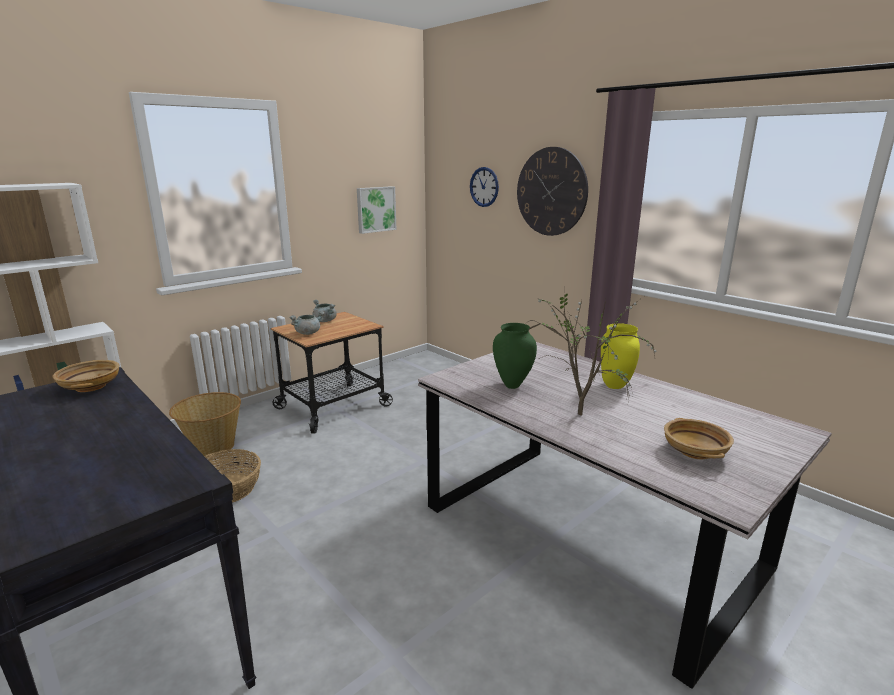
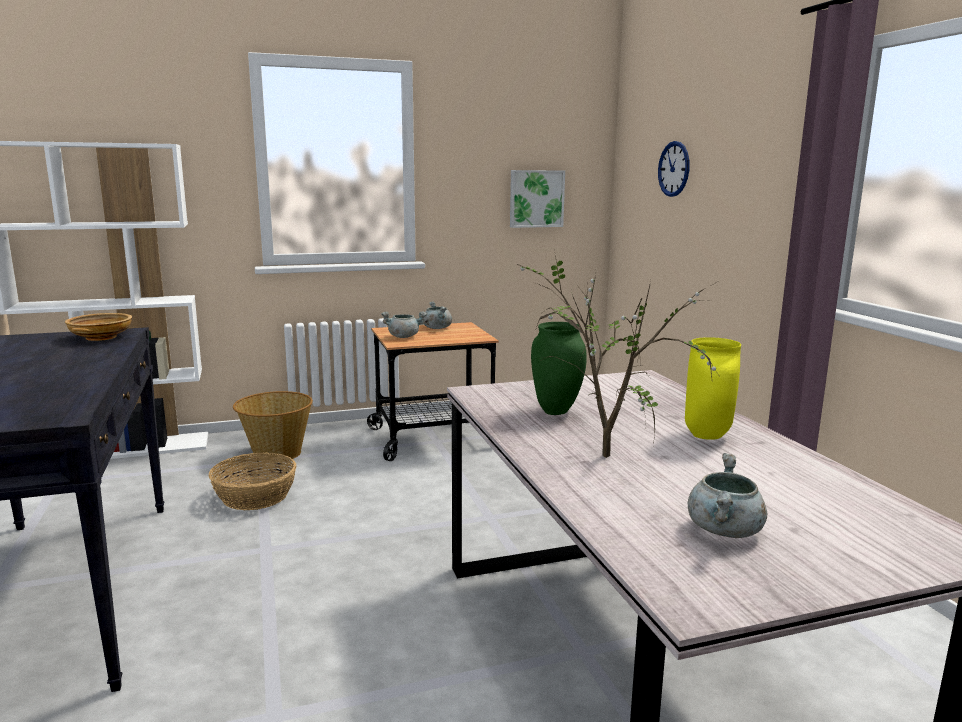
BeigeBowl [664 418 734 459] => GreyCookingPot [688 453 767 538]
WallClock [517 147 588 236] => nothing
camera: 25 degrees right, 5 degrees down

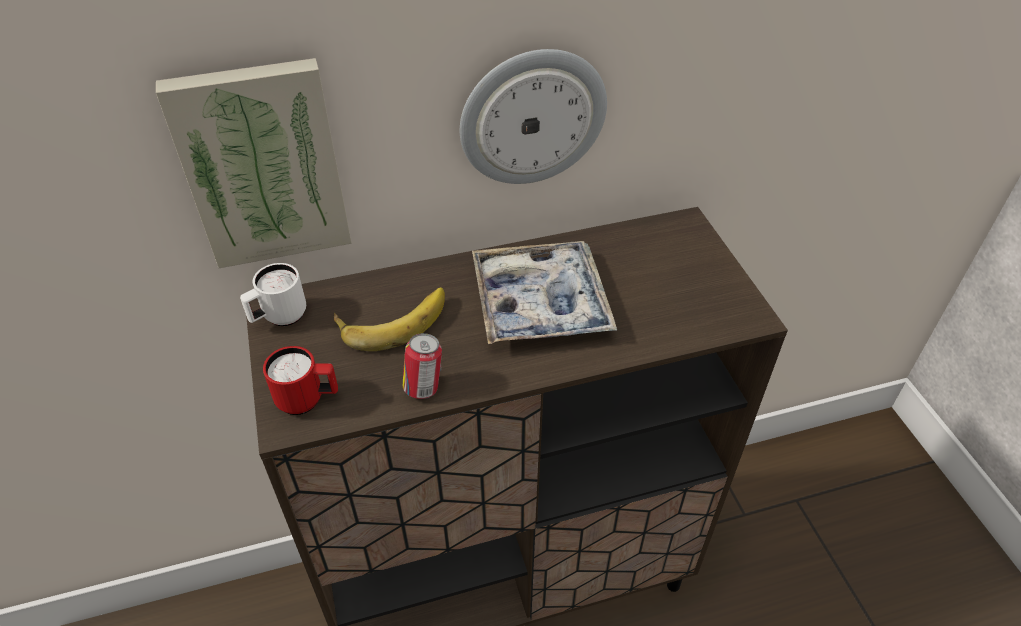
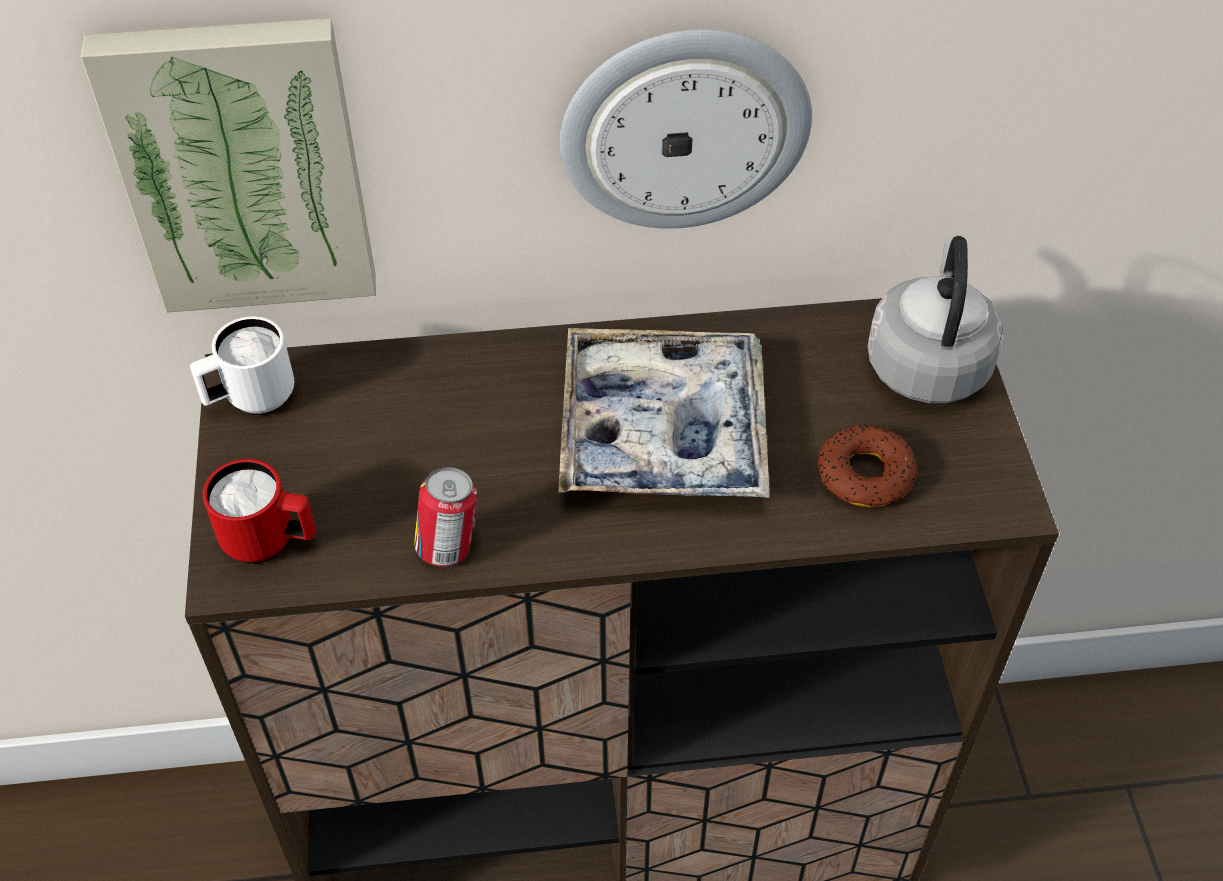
nothing => Donut [818 424 918 507]
nothing => GreyKettle [867 236 1003 403]
Banana [334 287 445 351] => nothing
camera: 10 degrees right, 5 degrees up

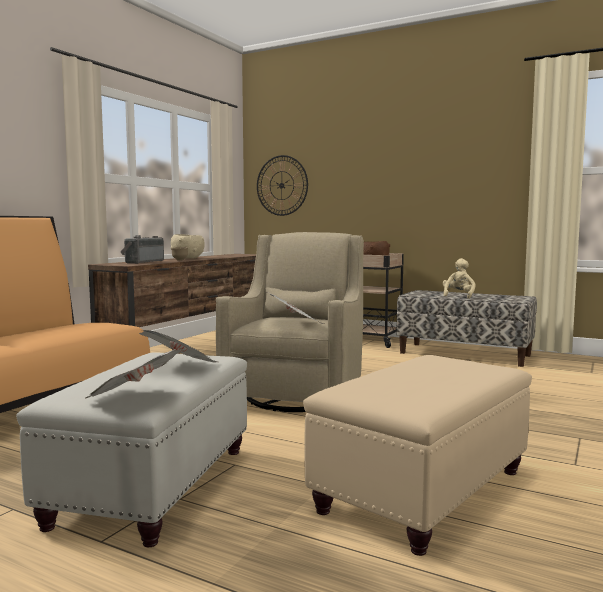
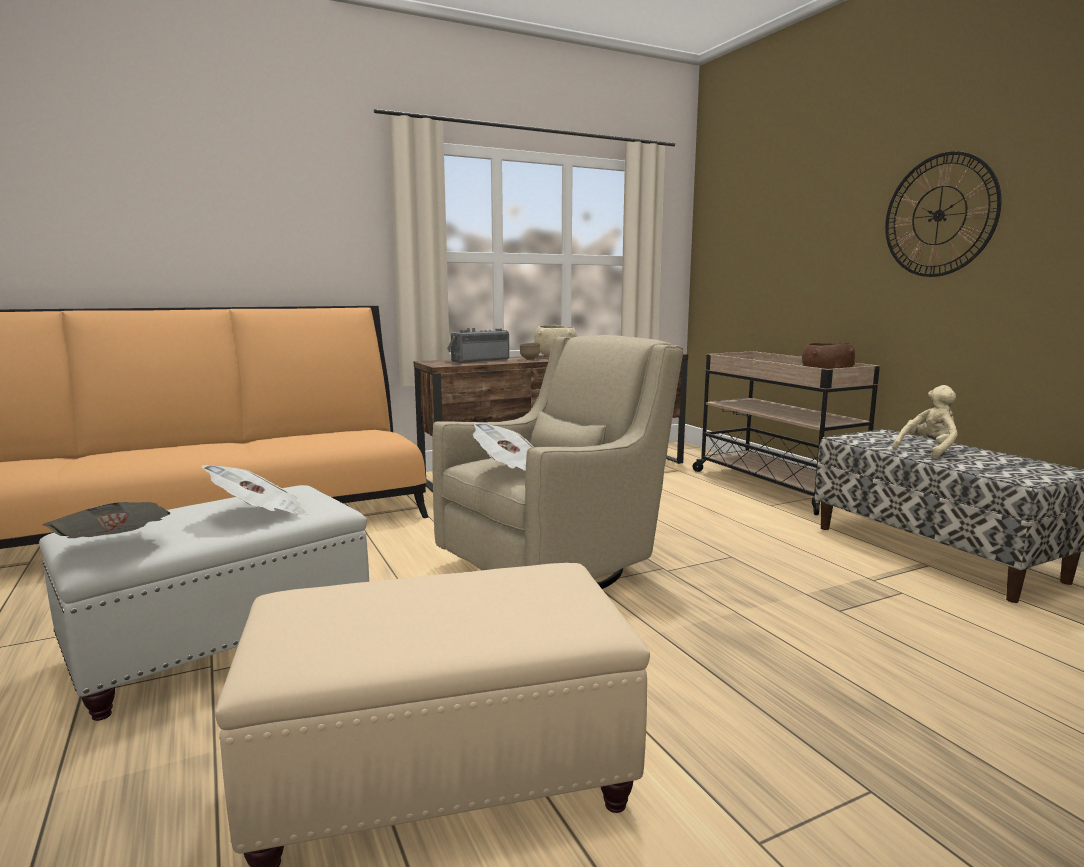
WallClock [257 155 308 216] => WallClock [885 151 1001 277], moved
camera: 35 degrees right, 5 degrees up

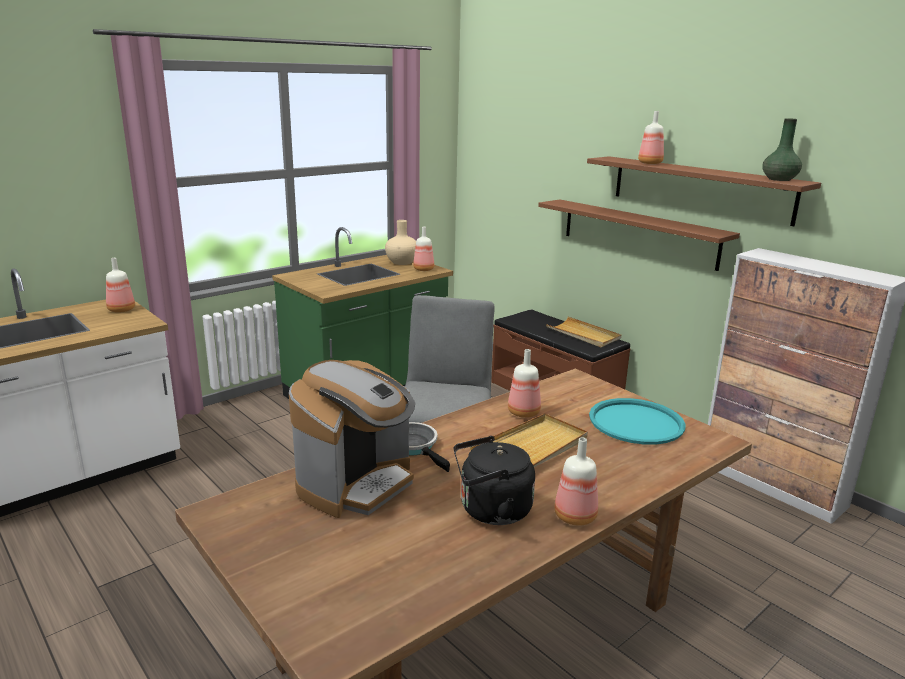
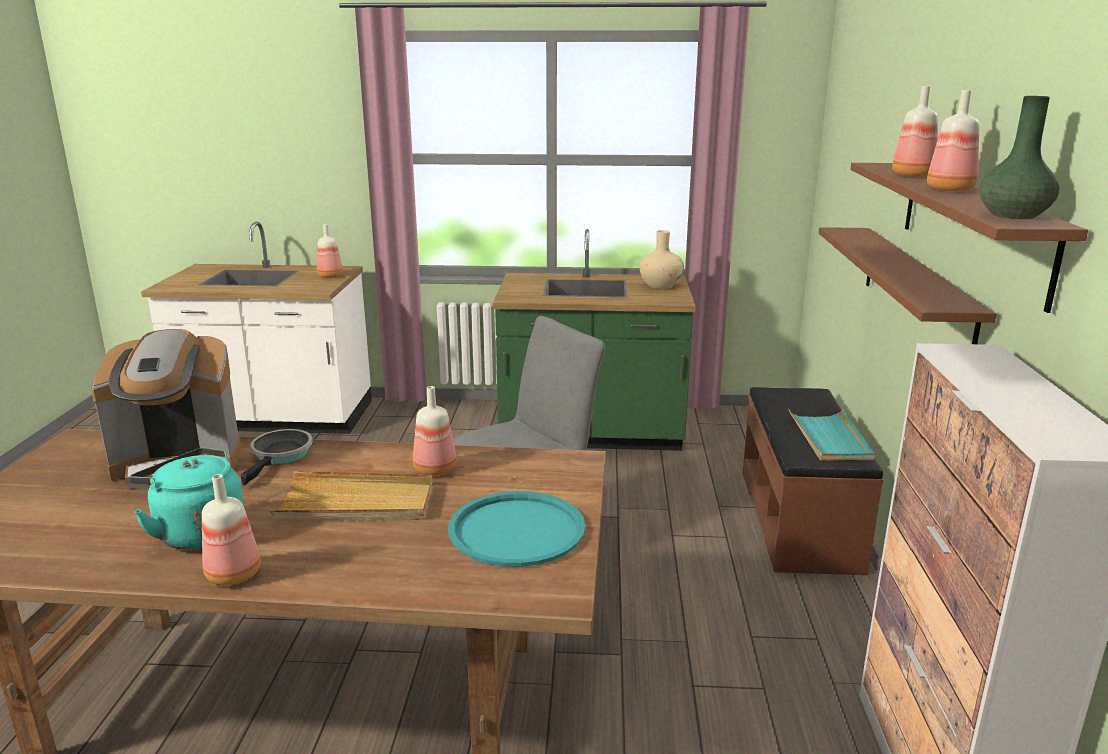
BlackKettle [454 436 535 525] => TurquoiseKettle [129 448 244 550]
BeigeTray [546 317 621 347] => TurquoiseTray [788 409 875 461]
Bottle [413 227 434 271] => Bottle [927 90 979 191], moved
camera: 45 degrees right, 0 degrees up

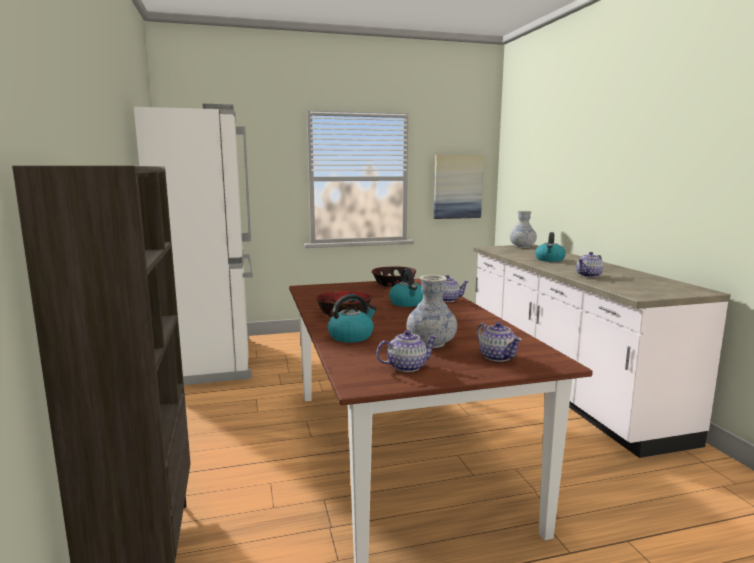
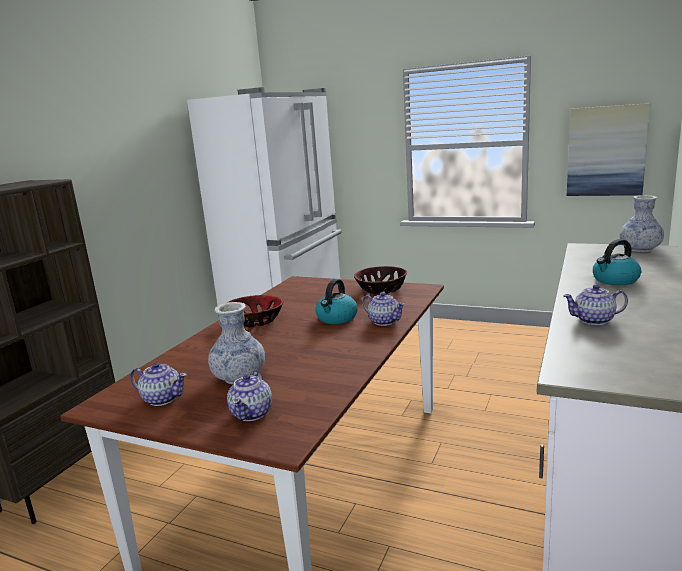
Kettle [328 294 377 343] => nothing
camera: 40 degrees right, 5 degrees up

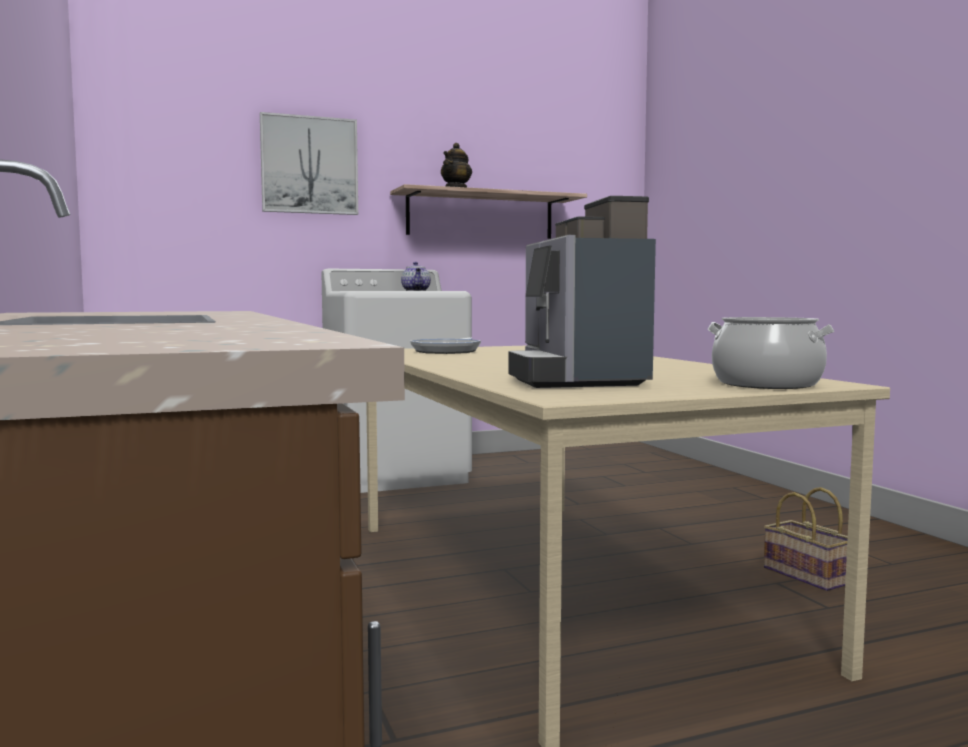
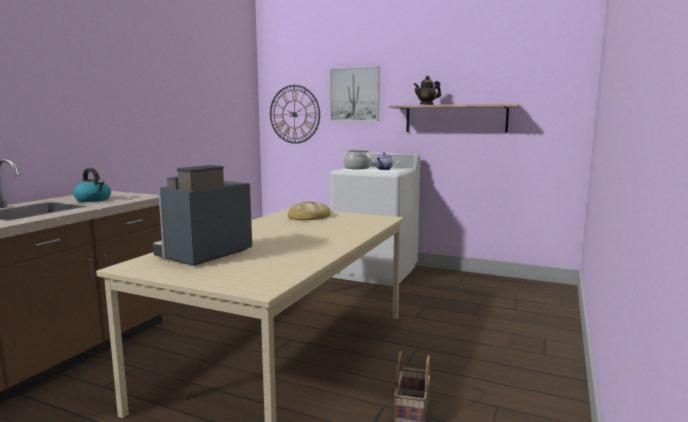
nothing => Kettle [73 168 111 202]
nothing => WallClock [270 85 320 144]
FryingPan [410 337 481 354] => Bread [287 201 331 220]
CookingPot [708 317 835 389] => CookingPot [343 150 372 169], moved
camera: 45 degrees right, 5 degrees up

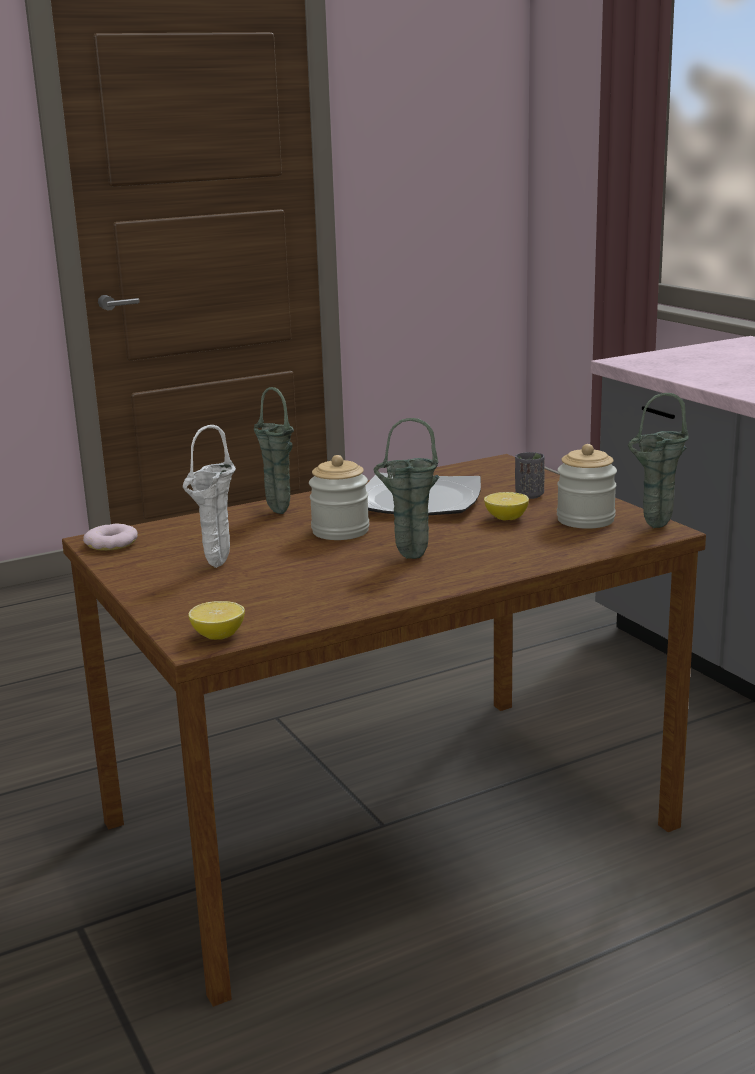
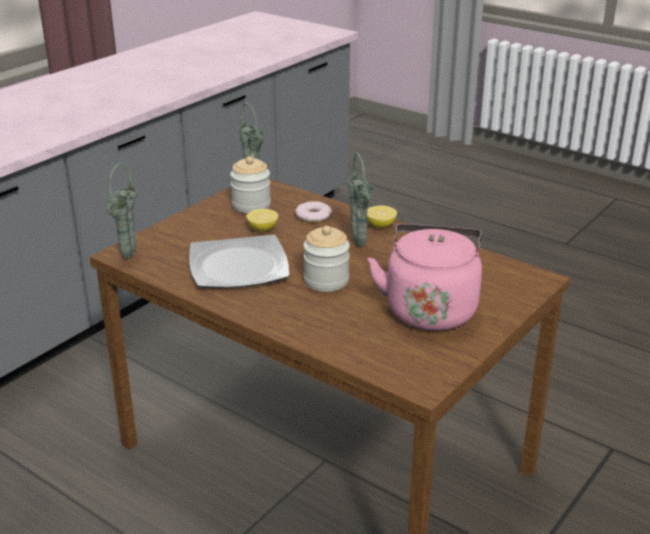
GreenVase [254 387 294 514] => GreenVase [106 163 138 259], moved
Donut [83 524 138 551] => Donut [295 201 332 222], moved
Lemon [188 601 245 640] => Lemon [367 206 397 228], moved
WhiteVase [183 425 236 568] => PinkKettle [368 224 482 331]
GreyCup [515 452 545 499] => nothing
camera: 115 degrees left, 10 degrees up

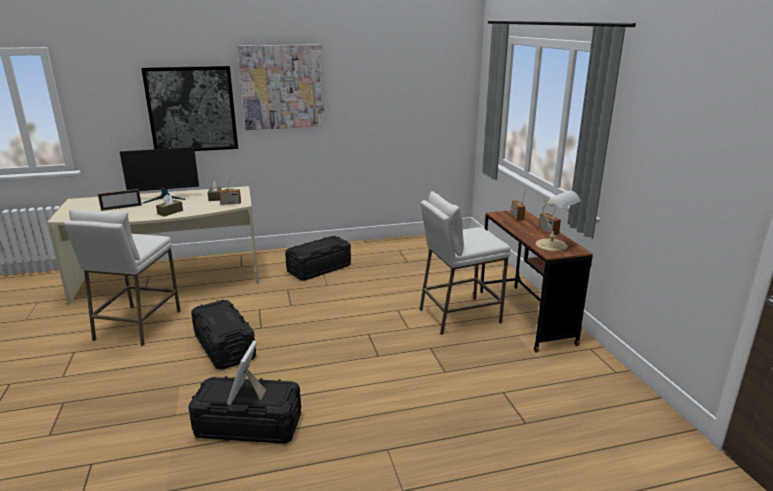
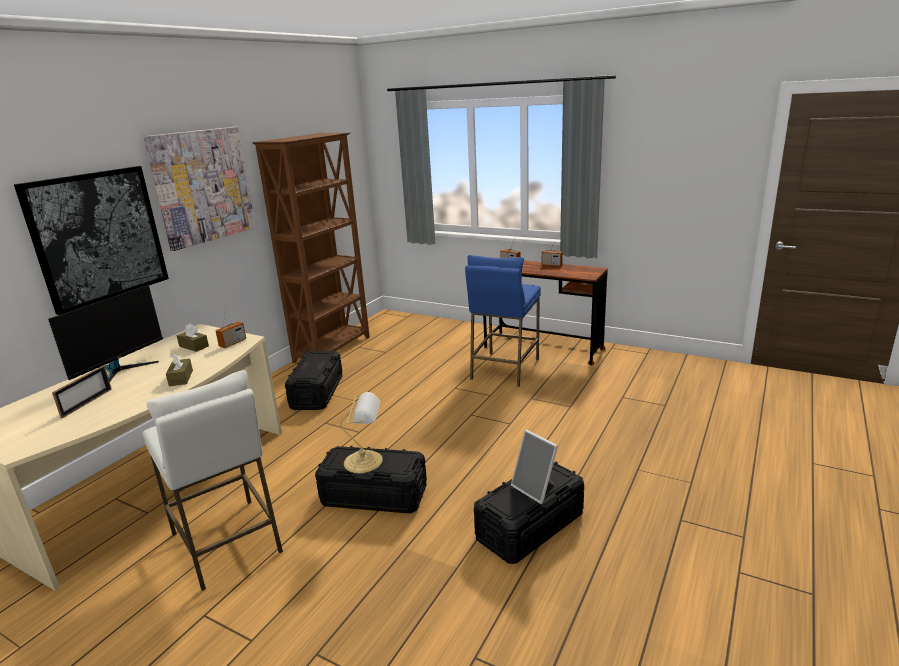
nothing => BrownBookcase [252 132 370 363]
TableLamp [535 191 581 251] => TableLamp [340 392 383 473], moved
WhiteStool [420 191 511 335] => BlueStool [465 255 541 387]
camera: 45 degrees left, 0 degrees up

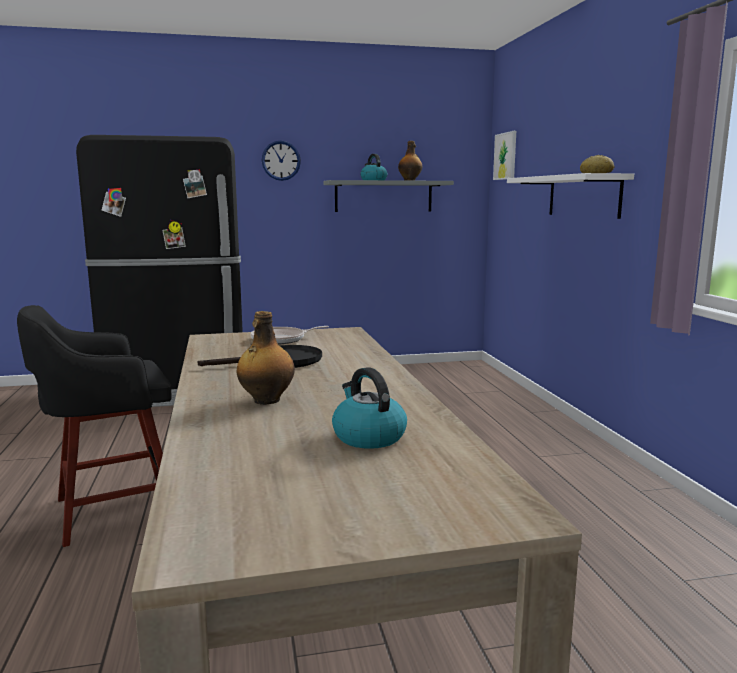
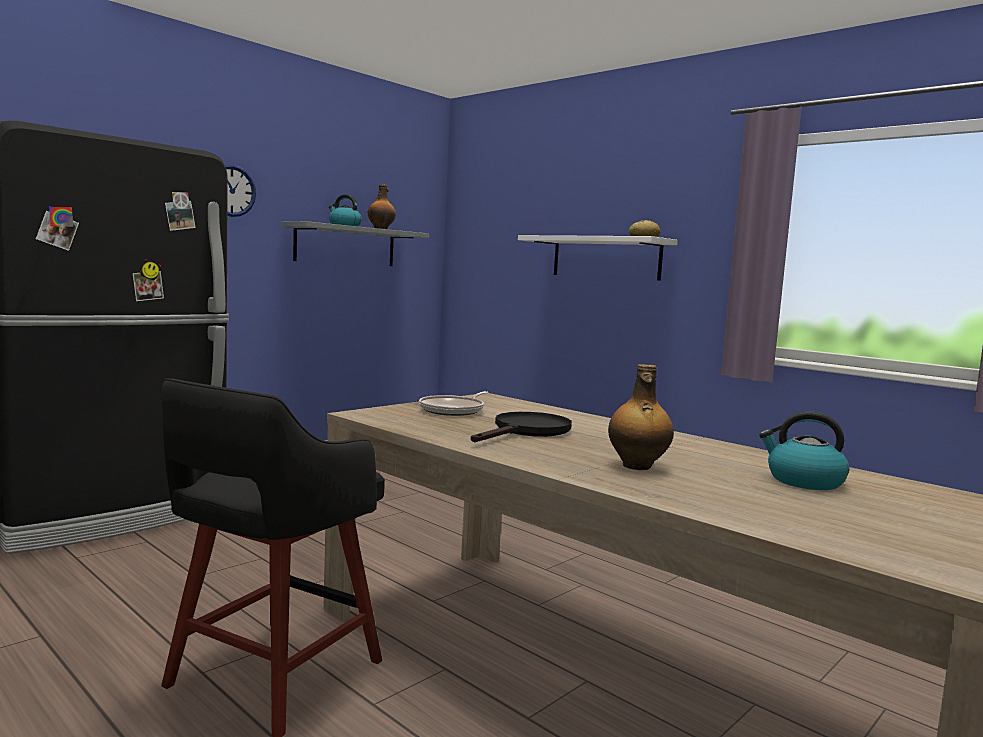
Picture [493 131 516 180] => nothing
camera: 35 degrees left, 5 degrees down

